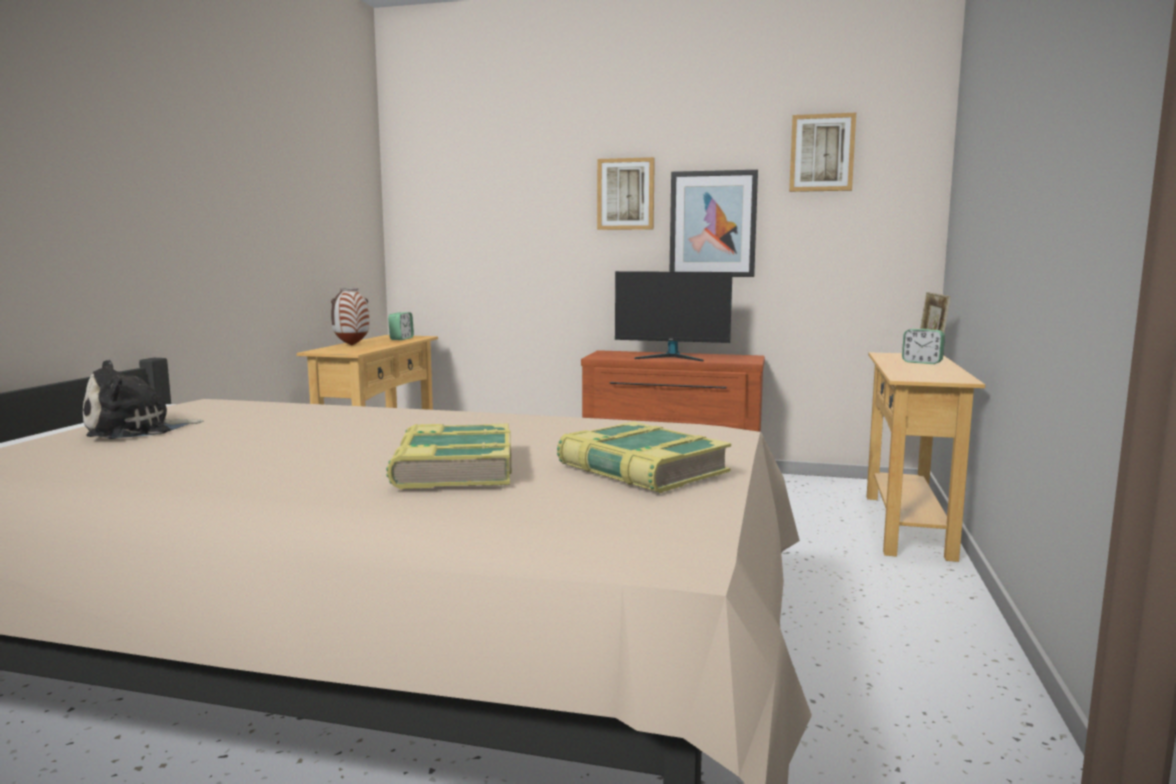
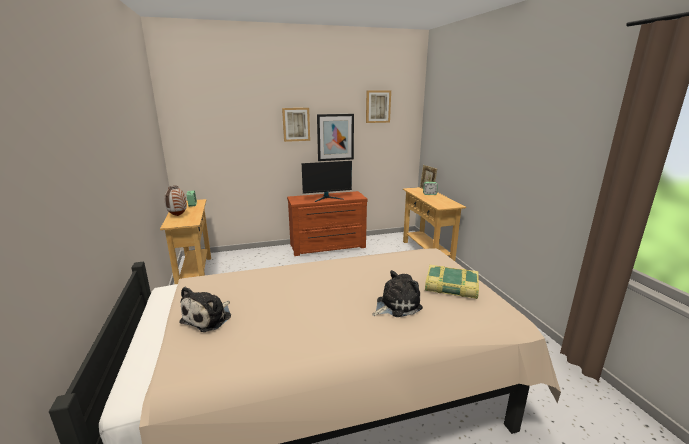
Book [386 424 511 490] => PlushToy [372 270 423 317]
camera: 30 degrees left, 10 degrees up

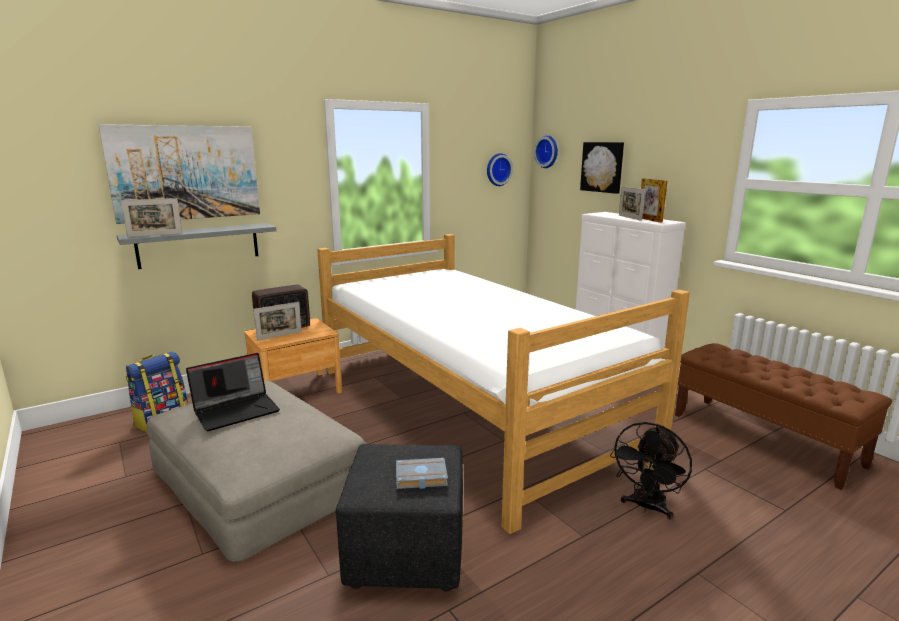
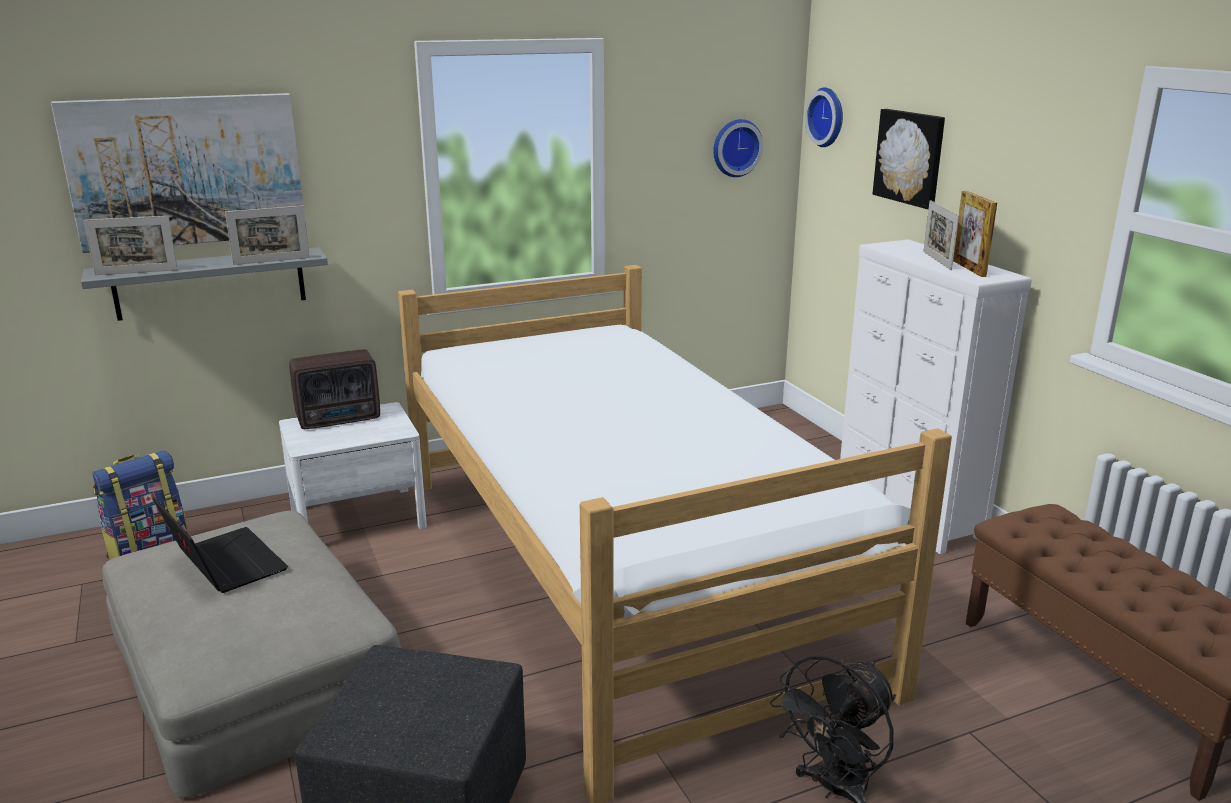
Laptop [186 353 280 431] => Laptop [152 497 288 593], 105 degrees counterclockwise
PictureFrame [253 302 302 341] => PictureFrame [225 206 310 265], moved
BrownNightstand [245 318 342 394] => WhiteNightstand [279 402 427 530]
GreyBook [396 458 448 489] => nothing
camera: 10 degrees right, 5 degrees up

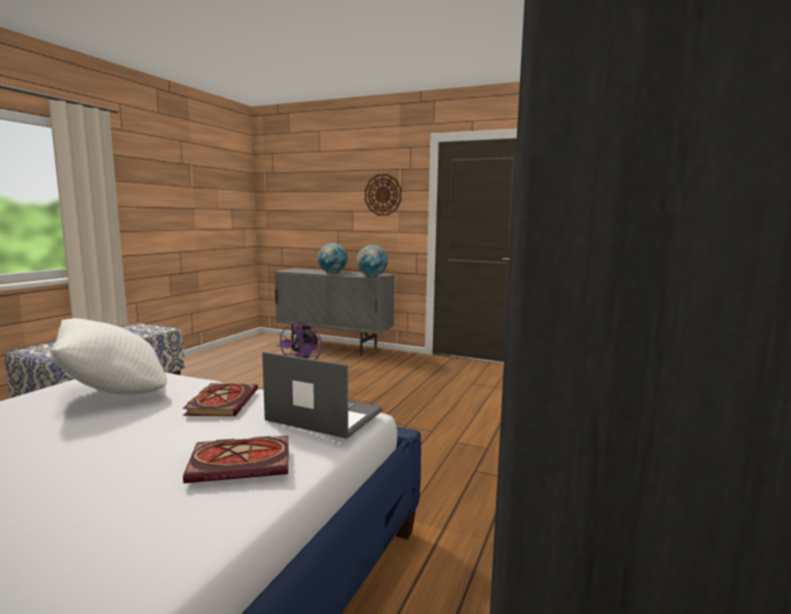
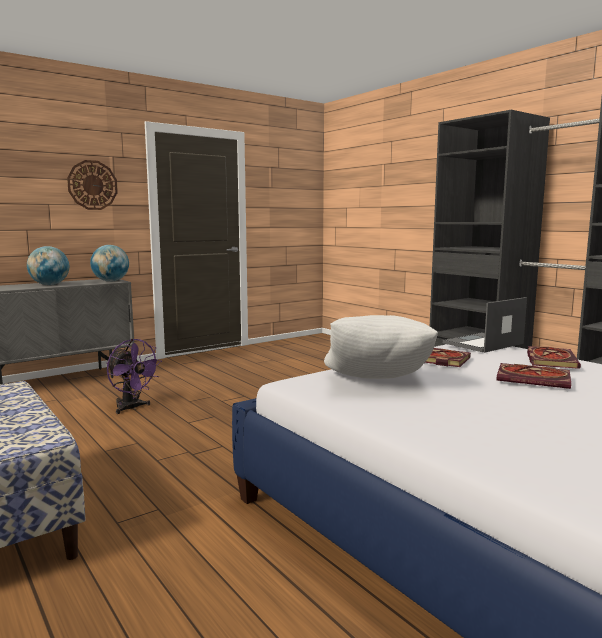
nothing => Book [497 363 571 389]
camera: 60 degrees left, 0 degrees up

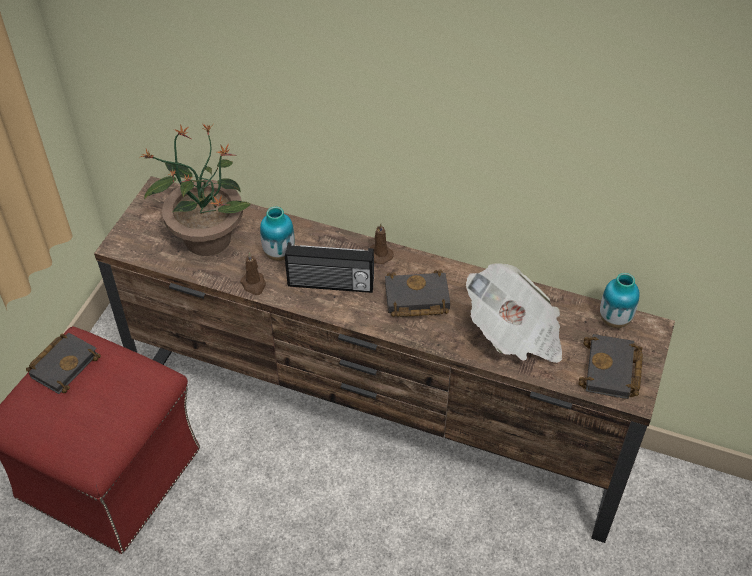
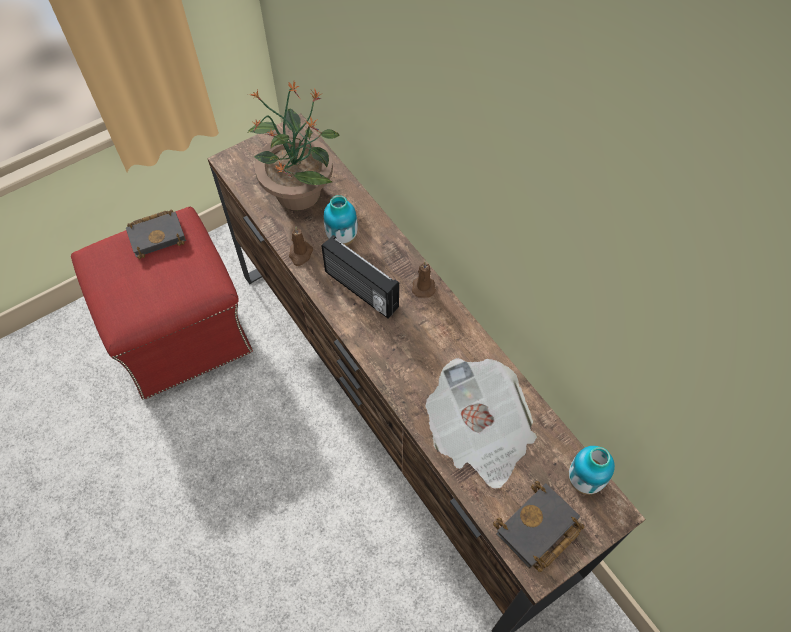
BlackBook [385 270 450 317] => nothing
camera: 35 degrees right, 10 degrees up

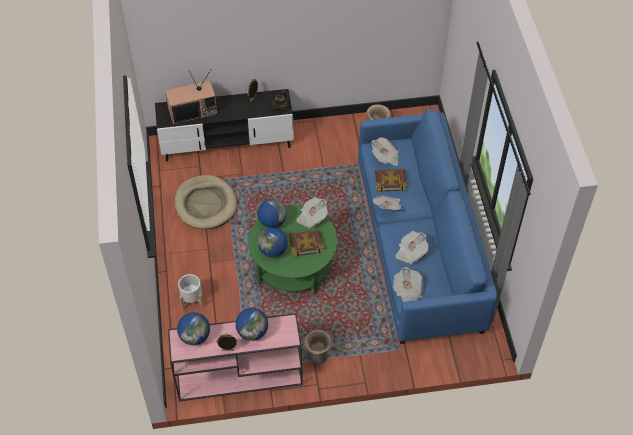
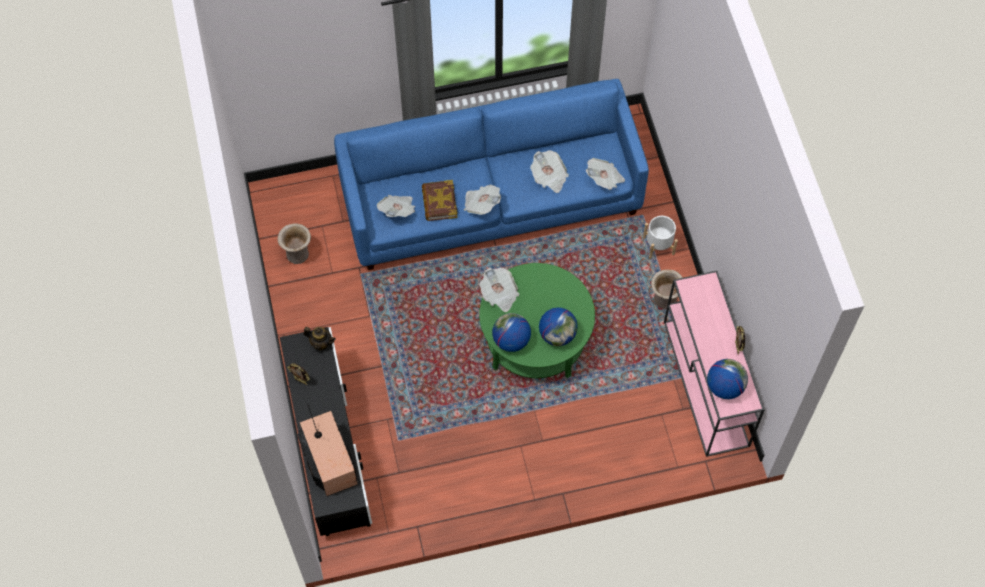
WhitePlanter [178 274 204 311] => WhitePlanter [643 216 678 259], moved
BeigeDogBed [175 175 237 229] => nothing
Globe [235 308 268 341] => nothing
Book [289 230 324 257] => nothing
camera: 95 degrees left, 10 degrees up

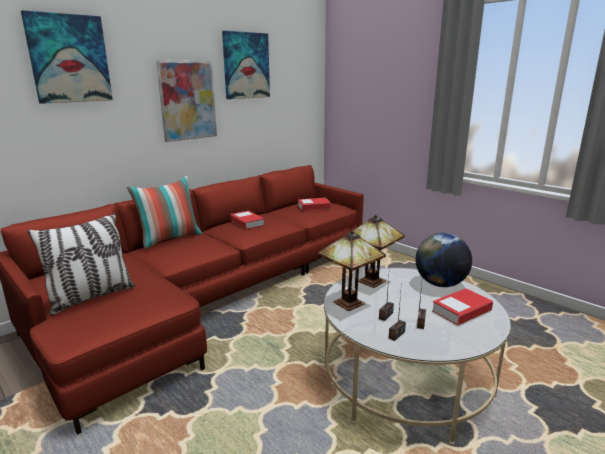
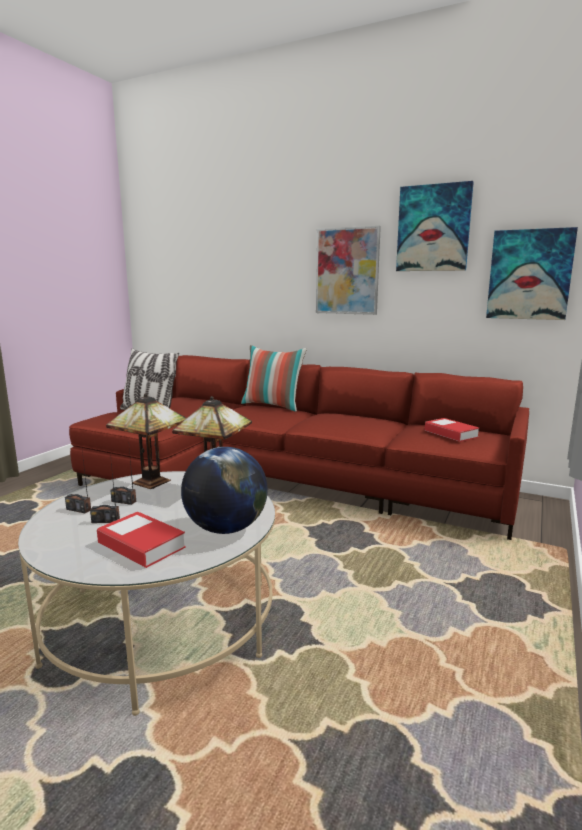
Picture [21 10 113 104] => Picture [486 227 578 320], moved
Book [231 211 264 229] => nothing
camera: 70 degrees right, 5 degrees down

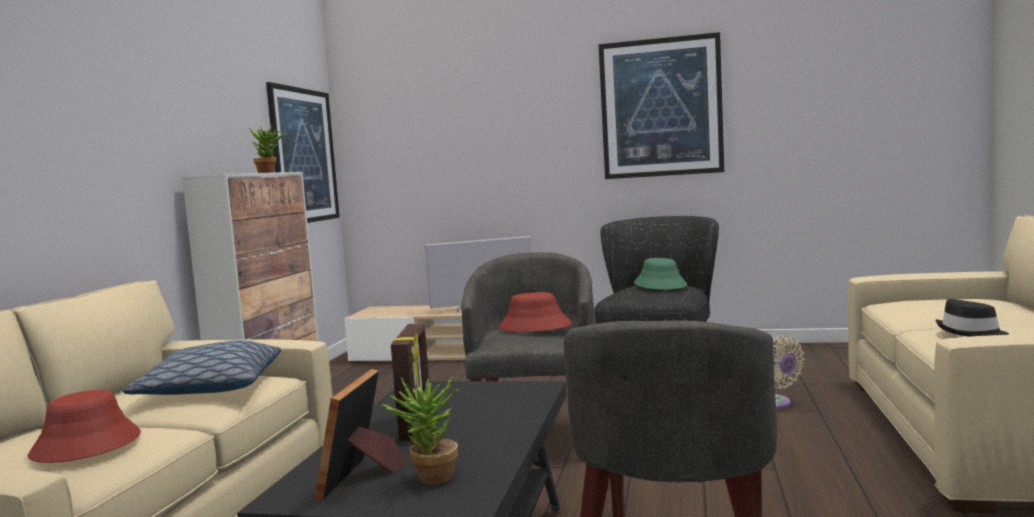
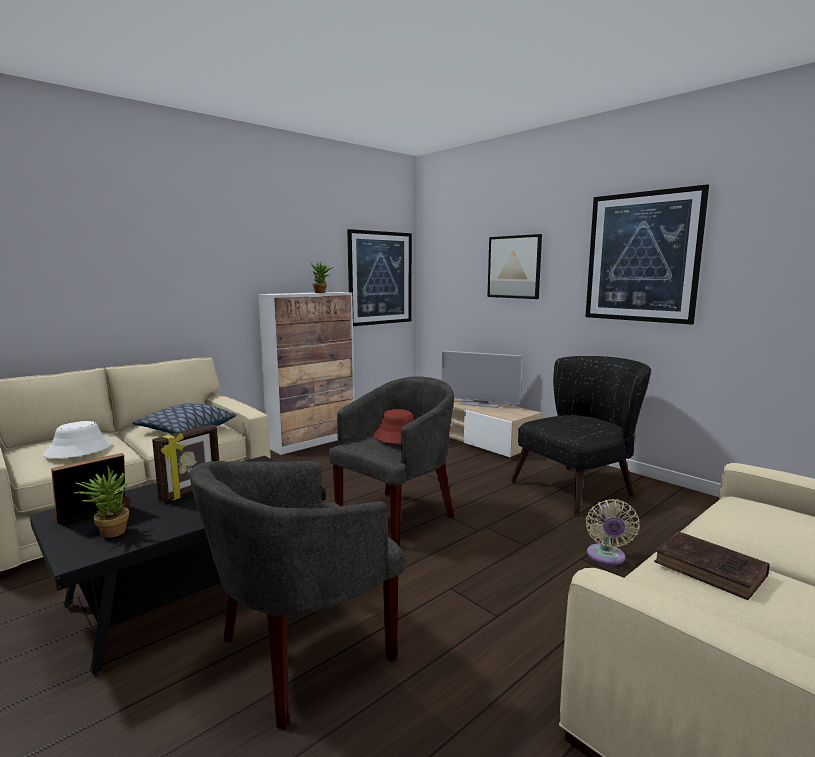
RedHat [28 389 141 463] => WhiteHat [43 421 112 458]
nothing => Picture [487 234 542 299]
BlackHat [936 299 1009 337] => BrownBook [654 531 770 600]
GreenHat [634 258 687 290] => nothing
camera: 35 degrees right, 5 degrees up

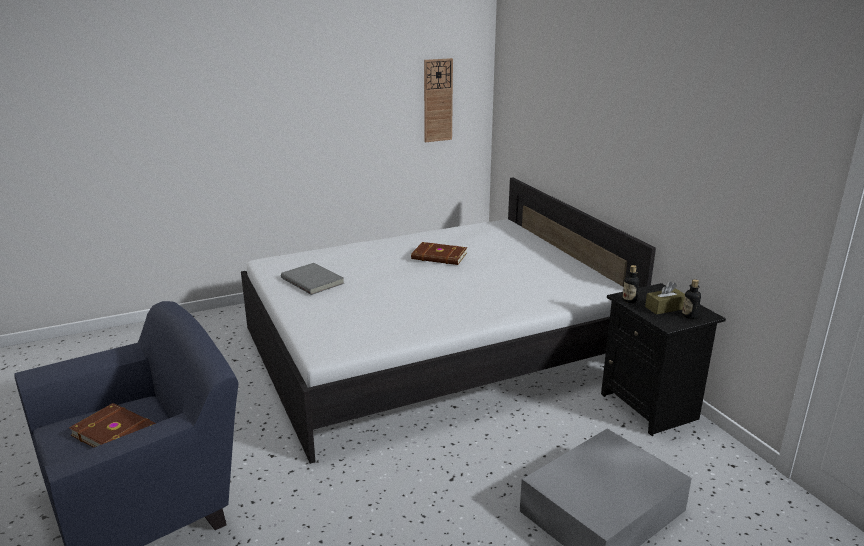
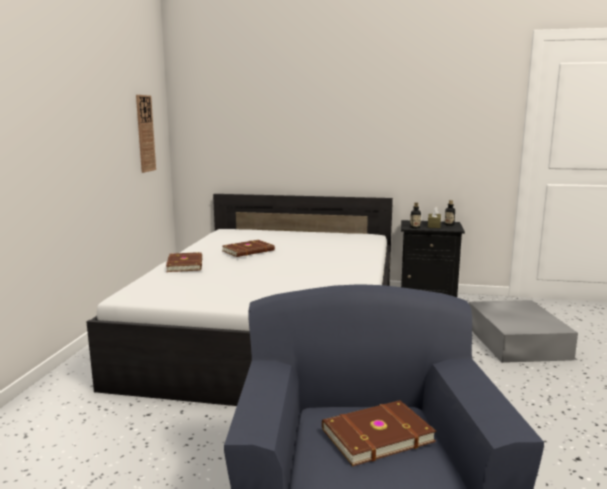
nothing => BrownBook [166 252 202 272]
GreyBook [281 263 344 295] => nothing
camera: 55 degrees left, 10 degrees down

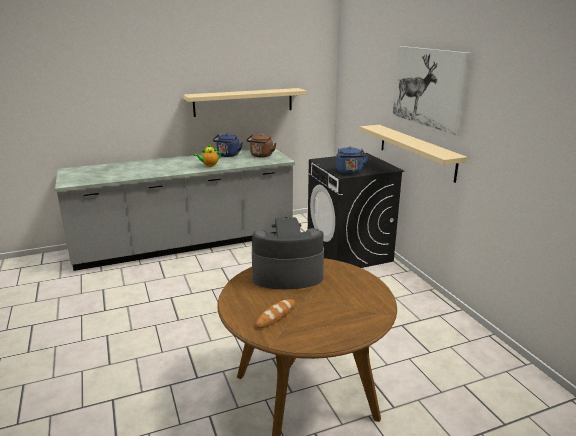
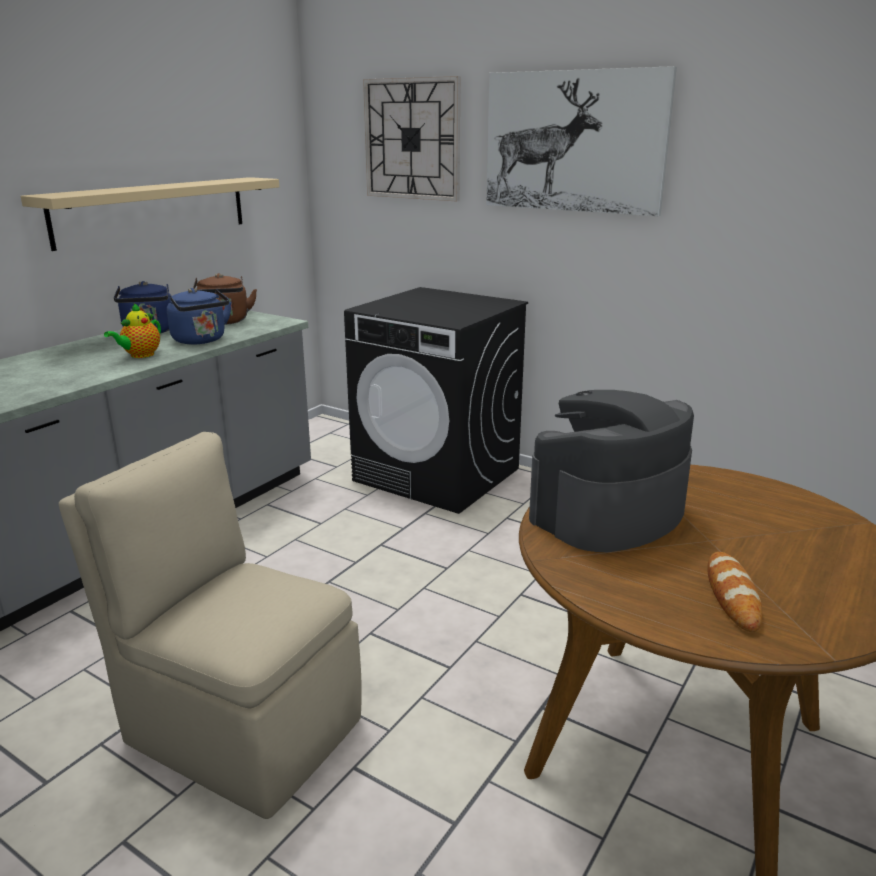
nothing => BeigeChair [59 432 362 819]
BlueKettle [336 146 369 174] => BlueKettle [167 288 232 344], moved
nothing => WallClock [363 76 461 201]
BeigeShelf [360 125 468 183] => nothing
camera: 35 degrees left, 0 degrees up

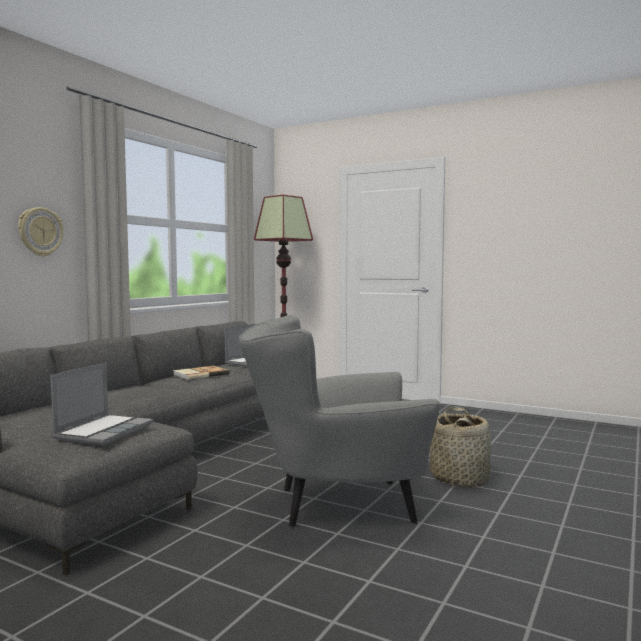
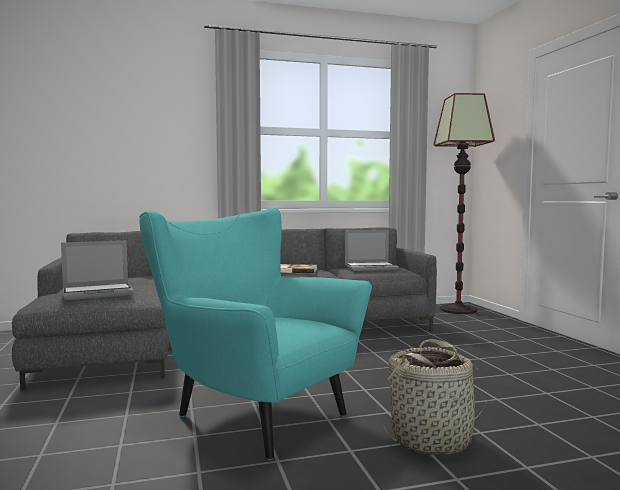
GreyArmchair [239 315 440 528] => TurquoiseArmchair [139 208 372 460]
WallClock [18 207 64 257] => nothing
camera: 45 degrees right, 0 degrees up

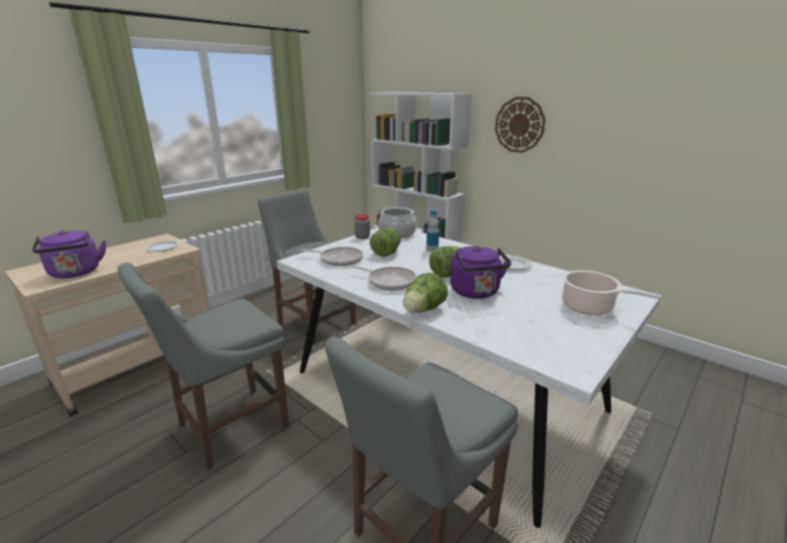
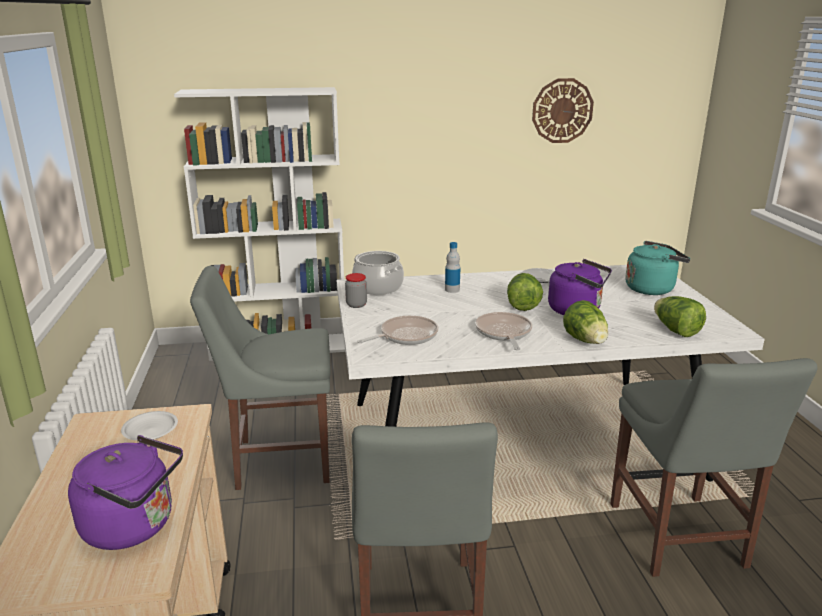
FryingPan [350 265 417 291] => FryingPan [475 312 532 350], 75 degrees counterclockwise
WallClock [495 97 545 153] => WallClock [532 78 594 143], moved
CookingPot [562 270 662 316] => TurquoiseKettle [625 241 690 295]
Lettuce [370 228 401 257] => Lettuce [654 296 706 337], moved
camera: 50 degrees left, 0 degrees up

